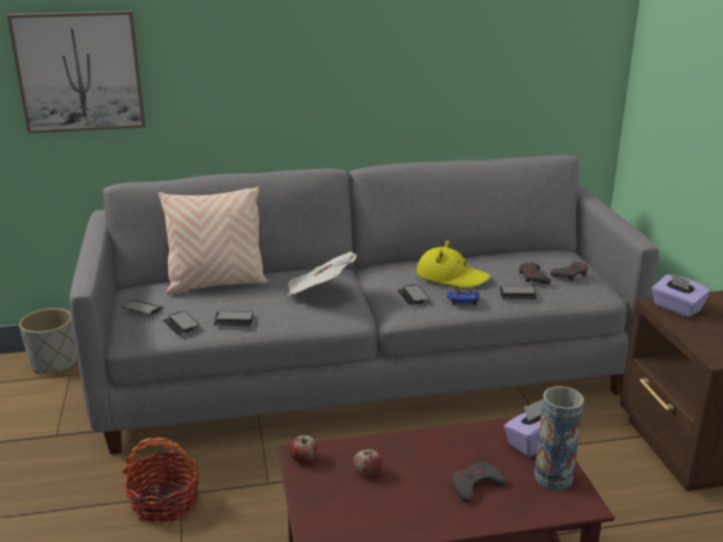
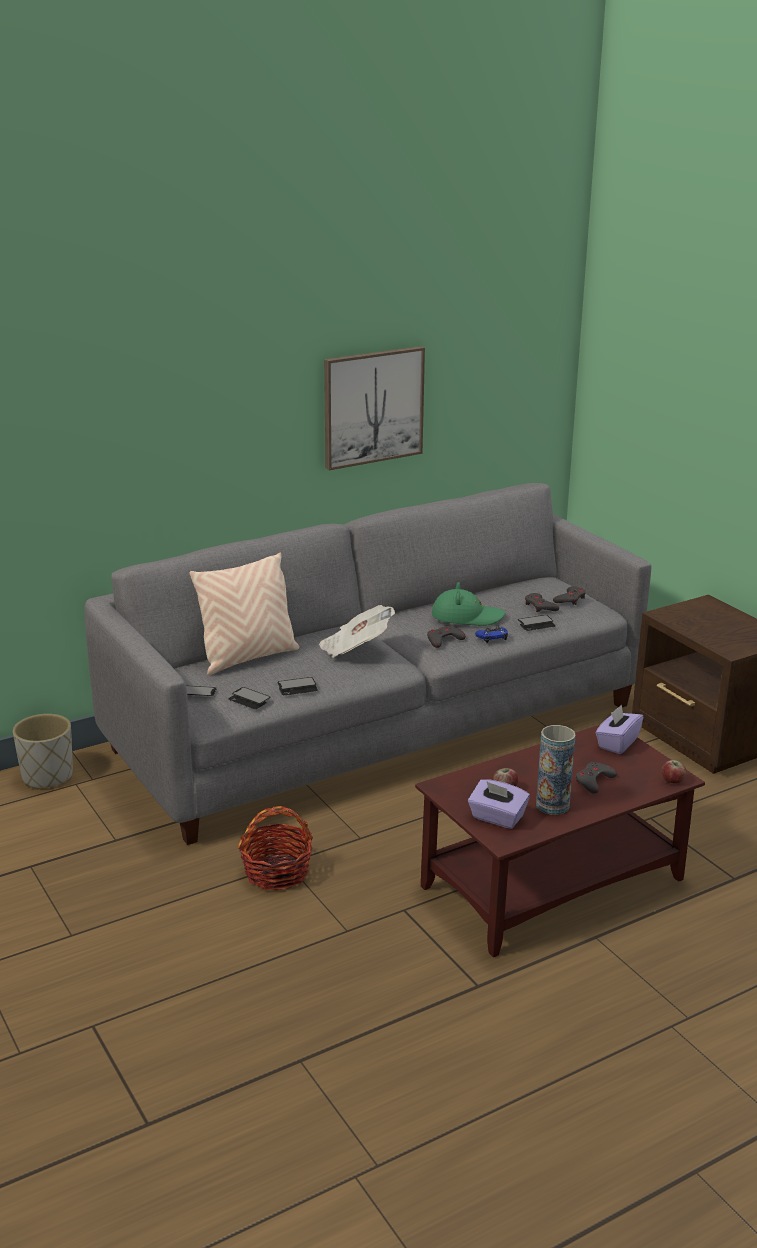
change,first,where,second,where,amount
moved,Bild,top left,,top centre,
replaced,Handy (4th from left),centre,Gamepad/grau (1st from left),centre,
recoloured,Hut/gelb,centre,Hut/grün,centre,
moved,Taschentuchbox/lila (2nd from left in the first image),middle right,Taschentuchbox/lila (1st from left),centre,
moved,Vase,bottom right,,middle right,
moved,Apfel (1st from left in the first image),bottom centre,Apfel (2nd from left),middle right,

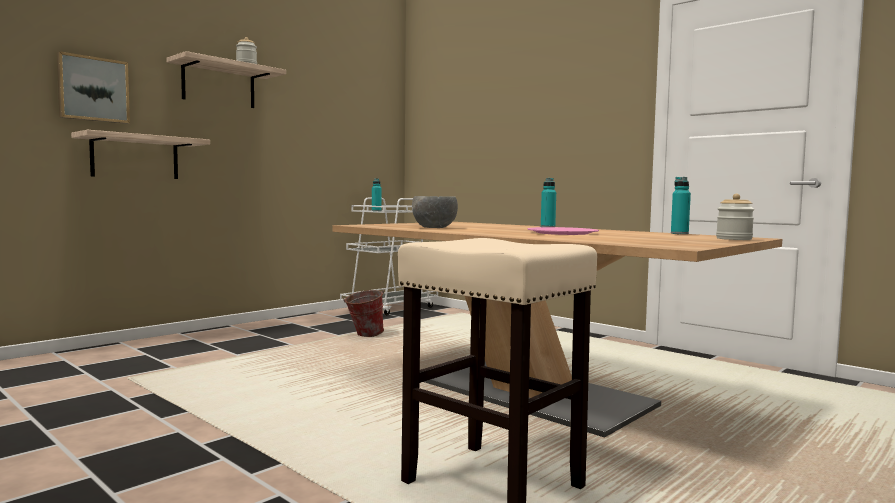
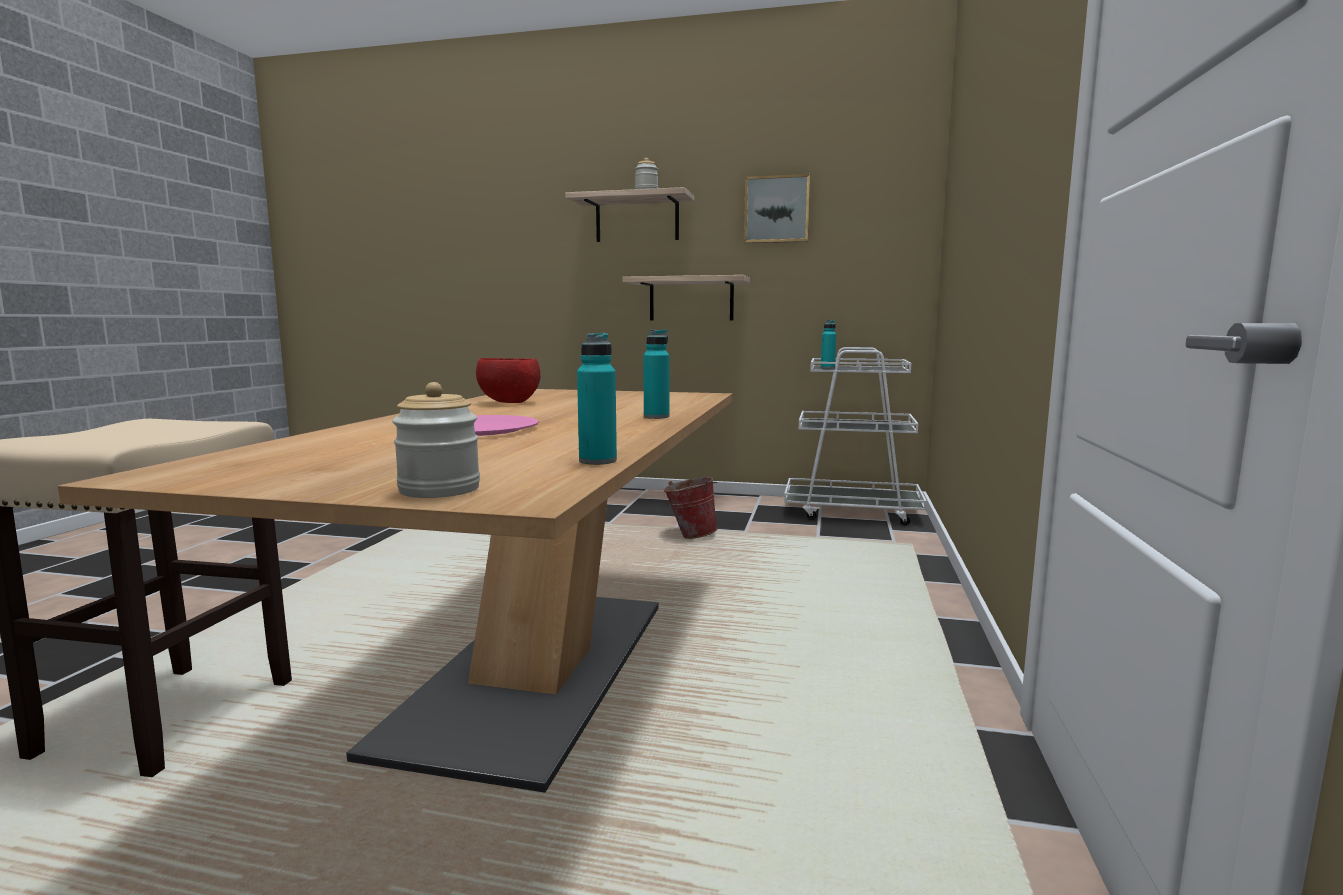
change,first,where,second,where,amount
recoloured,Schüssel/grau,centre,Schüssel/rot,centre,
moved,Wandregal (1st from left in the first image),top left,Wandregal (2nd from left),top centre,
moved,Bild,top left,,top centre,

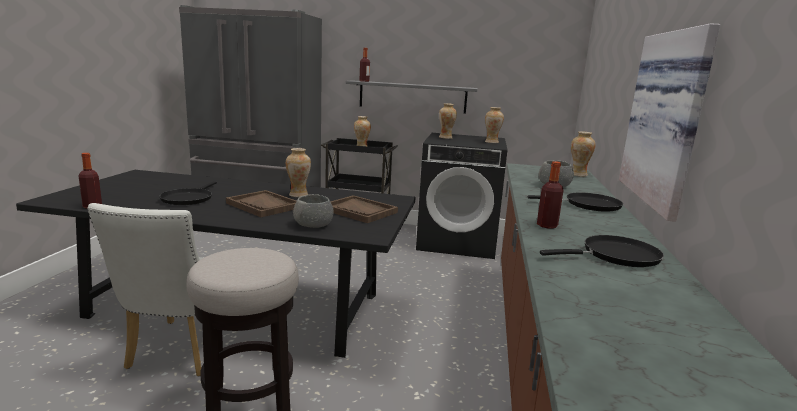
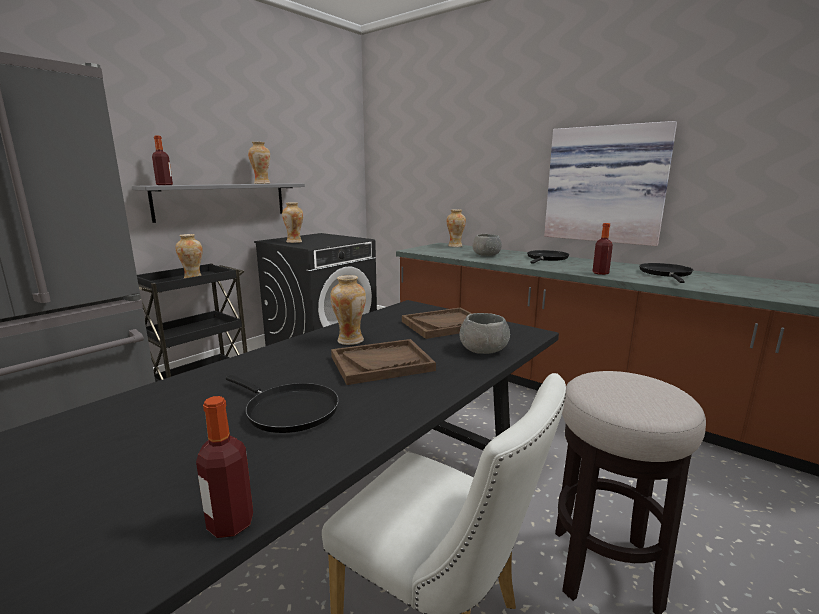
change,first,where,second,where,amount
moved,Vase (4th from left in the first image),top centre,Vase (2nd from left),top left,

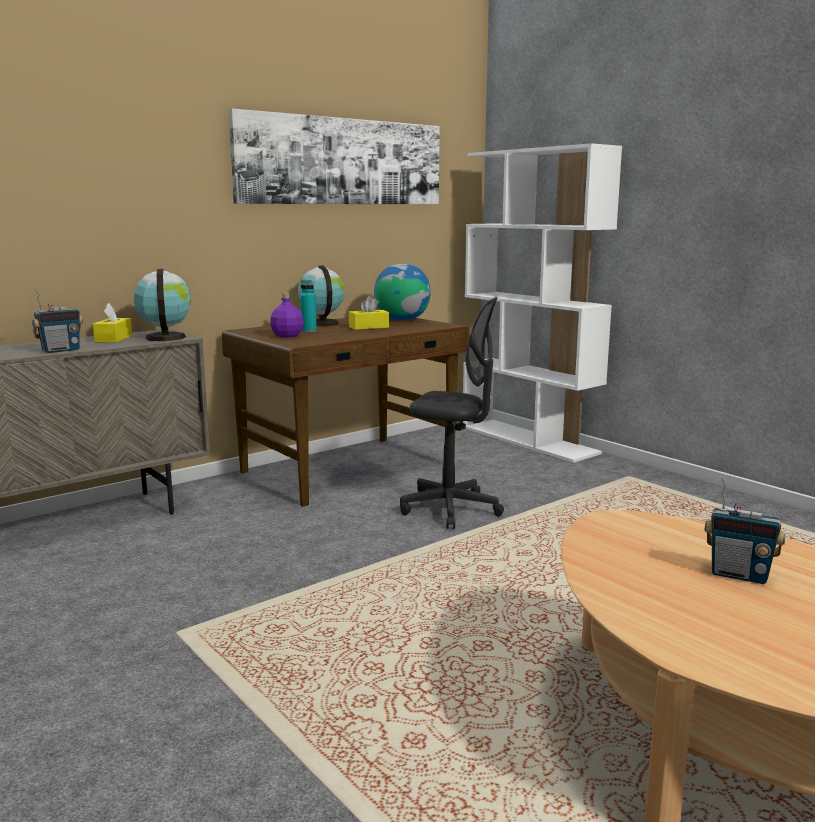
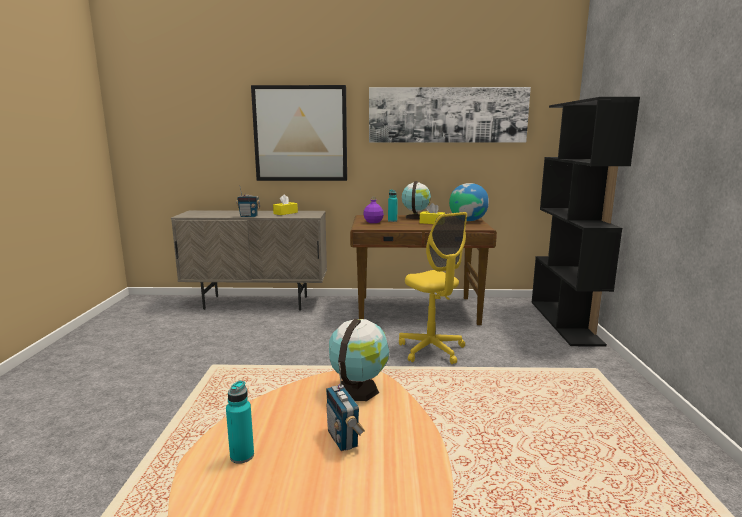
change,first,where,second,where,amount
added,,,Flasche/türkis (1st from left),bottom left,
added,,,Bild (1st from left),top centre,
moved,Globus (1st from left),middle left,,bottom centre,
recoloured,Bürostuhl/grau,centre,Bürostuhl/gelb,centre,
recoloured,Bücherregal/weiß,centre,Bücherregal/schwarz,middle right,

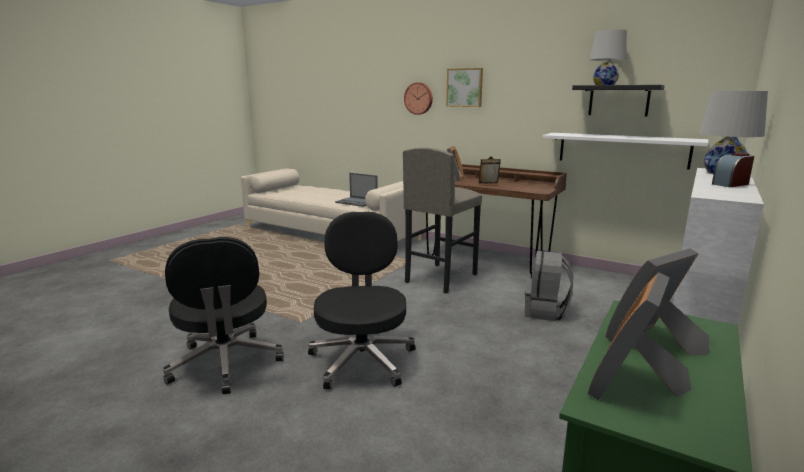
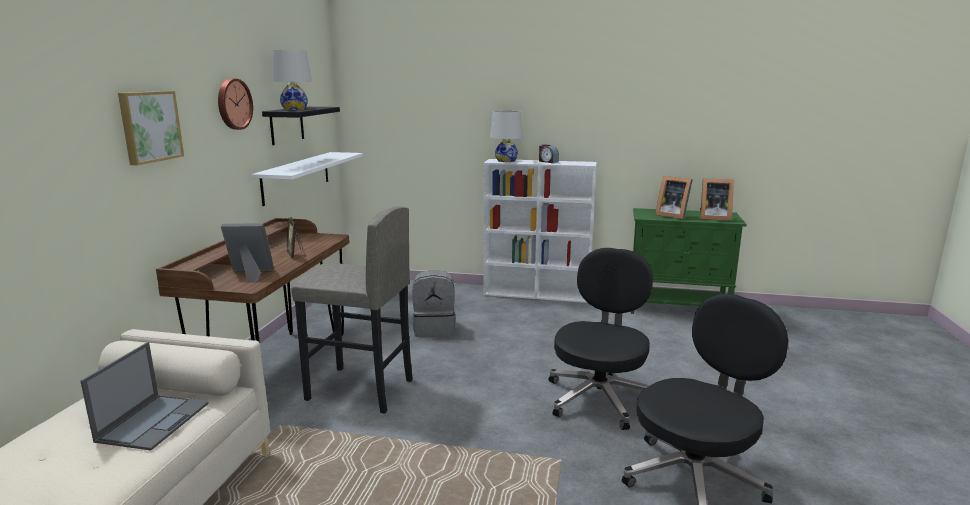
change,first,where,second,where,amount
moved,Wanduhr,top centre,,top left,
turned,Bürostuhl/schwarz (2nd from left in the first image),centre,Bürostuhl/schwarz (1st from left),bottom centre,135 degrees clockwise

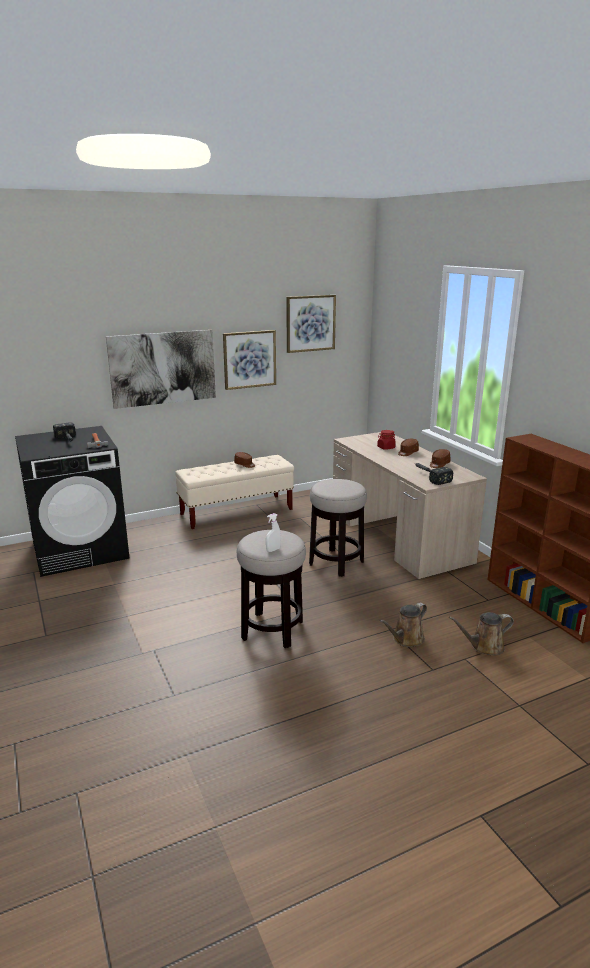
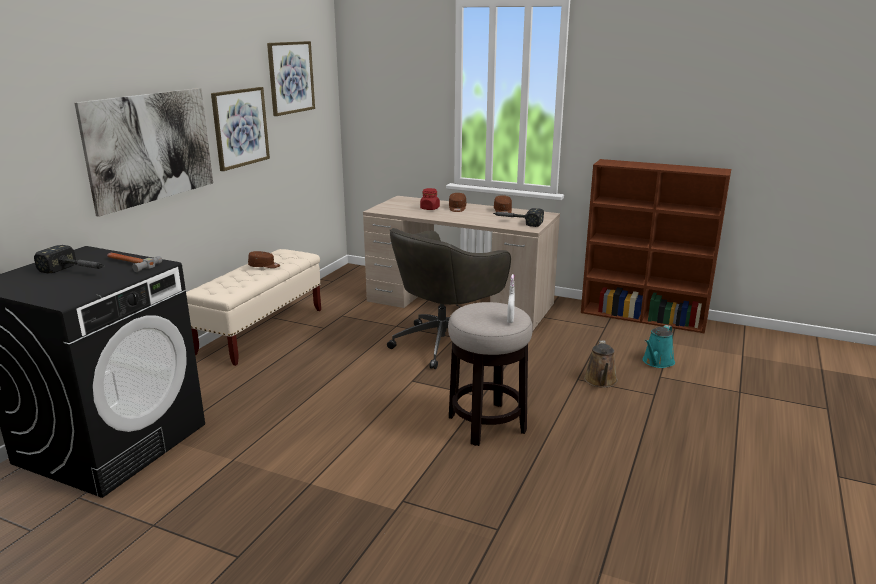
change,first,where,second,where,amount
replaced,Hocker (2nd from left),centre,Bürostuhl/grau,centre,
recoloured,Gießkanne/braun (2nd from left),middle right,Gießkanne/türkis,middle right,

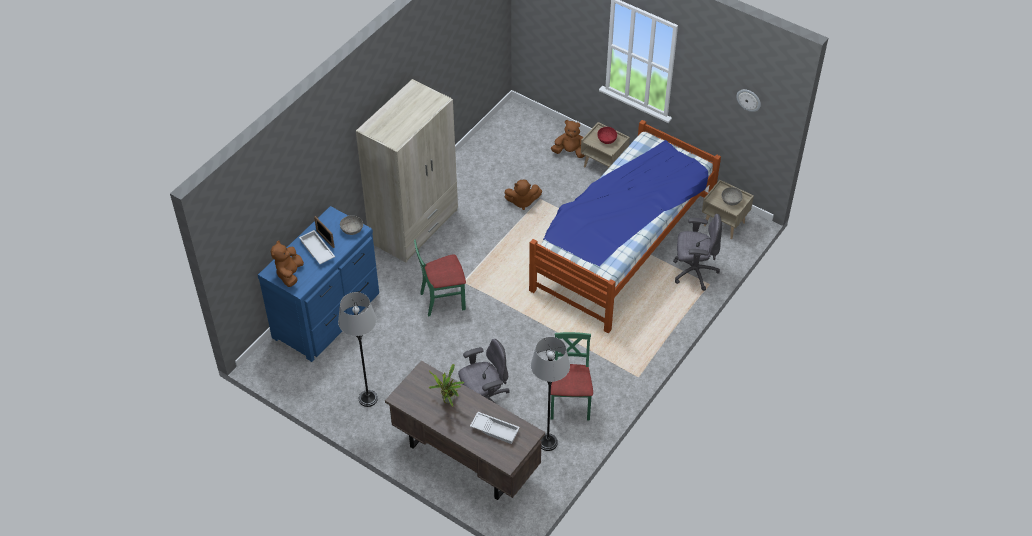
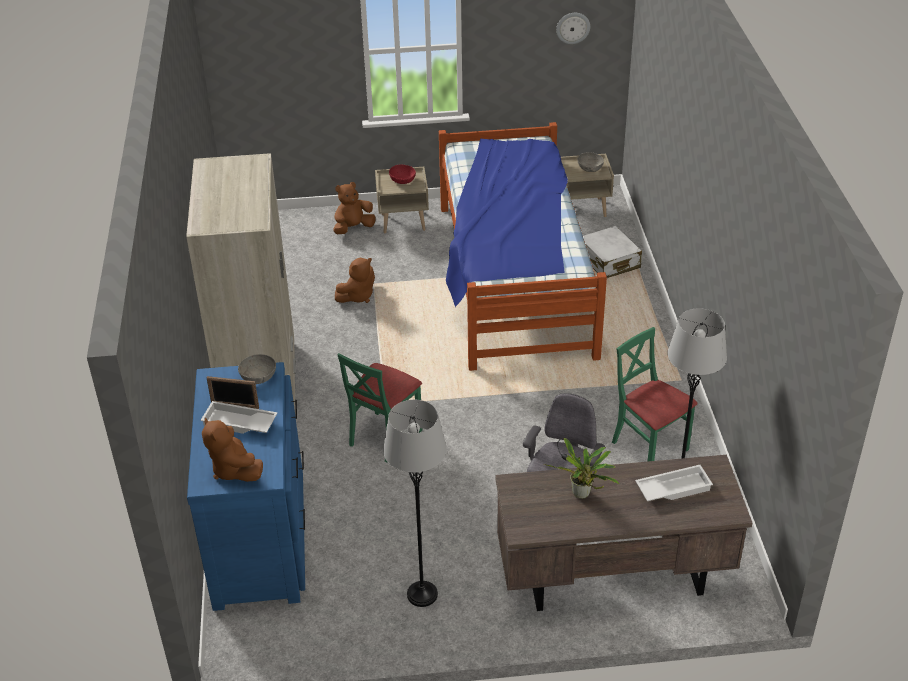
change,first,where,second,where,amount
replaced,Bürostuhl/grau (2nd from left),middle right,Koffer/weiß,middle right,

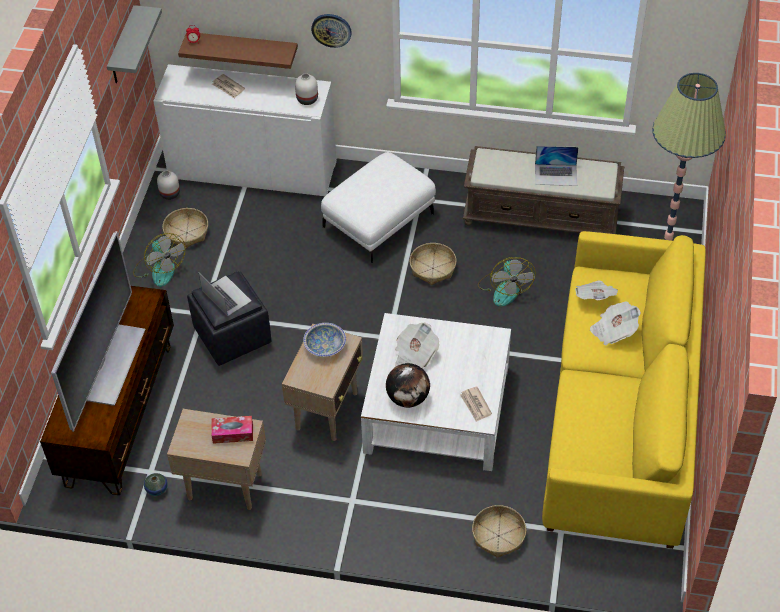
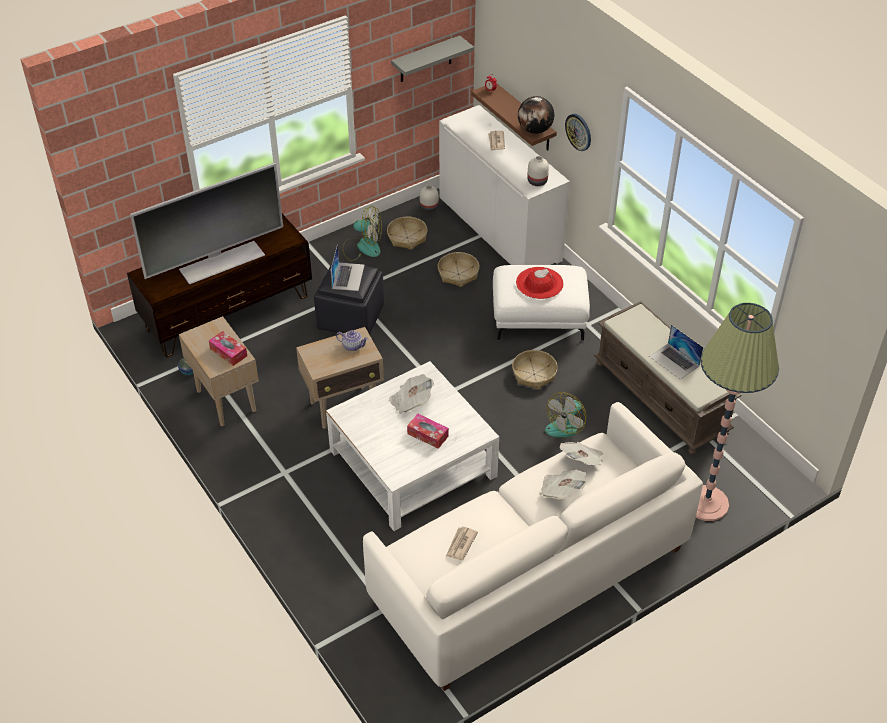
change,first,where,second,where,amount
replaced,Schüssel,centre,Teekanne,centre,
turned,Ventilator (1st from left),middle left,,top centre,90 degrees counterclockwise
recoloured,Sofa/gelb,middle right,Sofa/weiß,bottom centre,
added,,,Taschentuchbox (2nd from left),centre,
moved,Korb (3rd from left in the first image),bottom centre,Korb (2nd from left),centre,
moved,Zeitung (3rd from left in the first image),centre,Zeitung (2nd from left),bottom centre,
added,,,Hut/rot,centre,
moved,Globus,centre,,top centre,

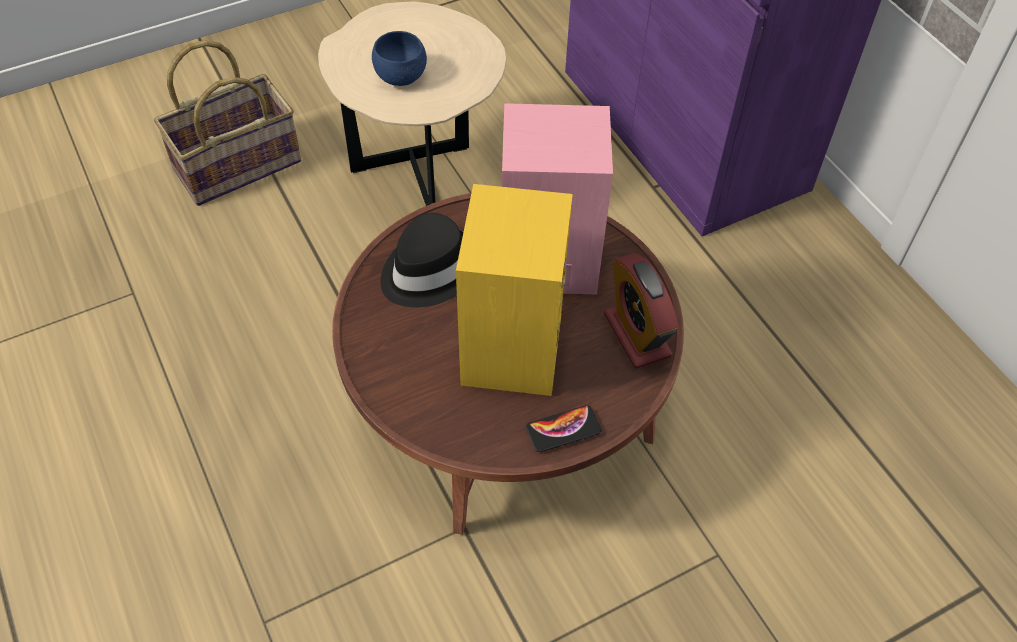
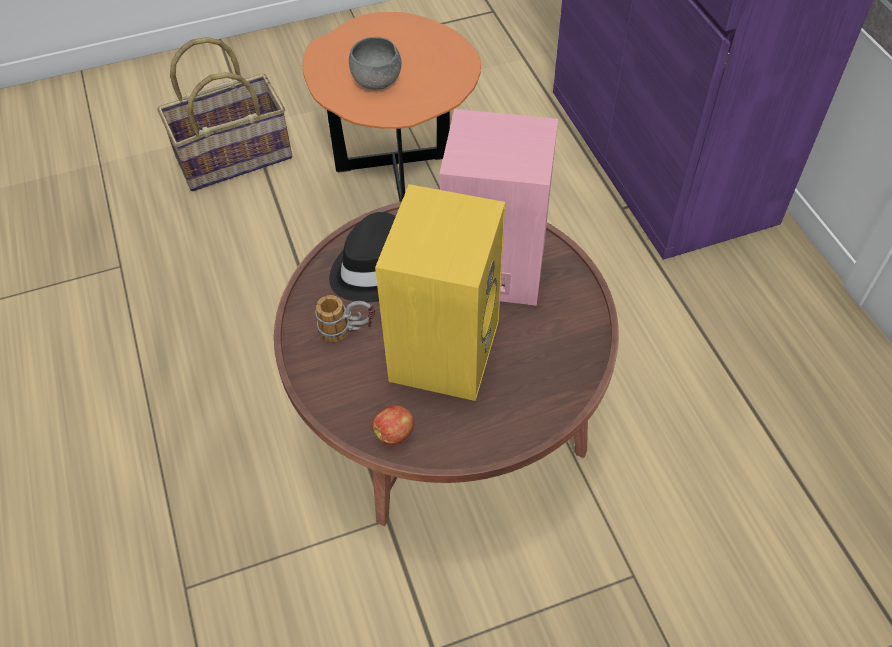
change,first,where,second,where,amount
recoloured,Beistelltisch/beige,top centre,Beistelltisch/orange,top centre,
added,,,Henkelbecher,centre,
recoloured,Schüssel/blau,top centre,Schüssel/grau,top centre,
added,,,Apfel,centre,
removed,Handy,bottom centre,,,
removed,Wecker,centre,,,

